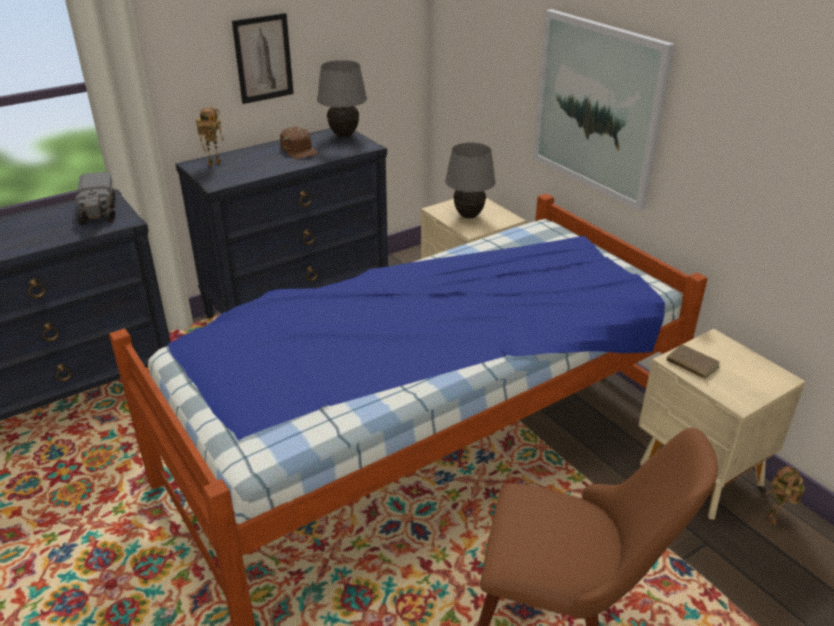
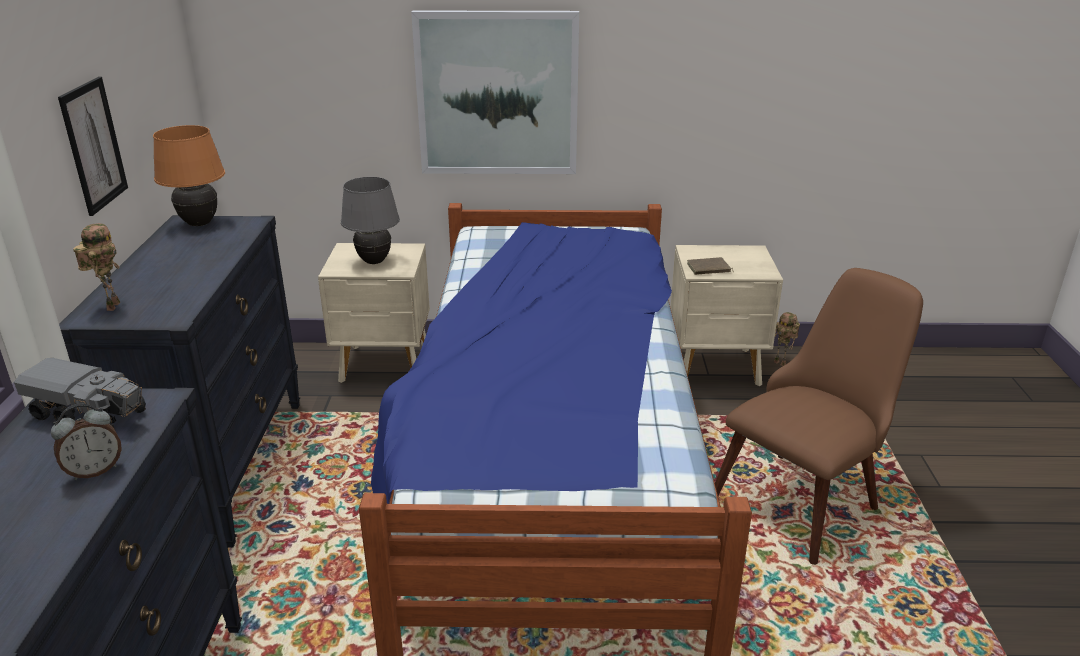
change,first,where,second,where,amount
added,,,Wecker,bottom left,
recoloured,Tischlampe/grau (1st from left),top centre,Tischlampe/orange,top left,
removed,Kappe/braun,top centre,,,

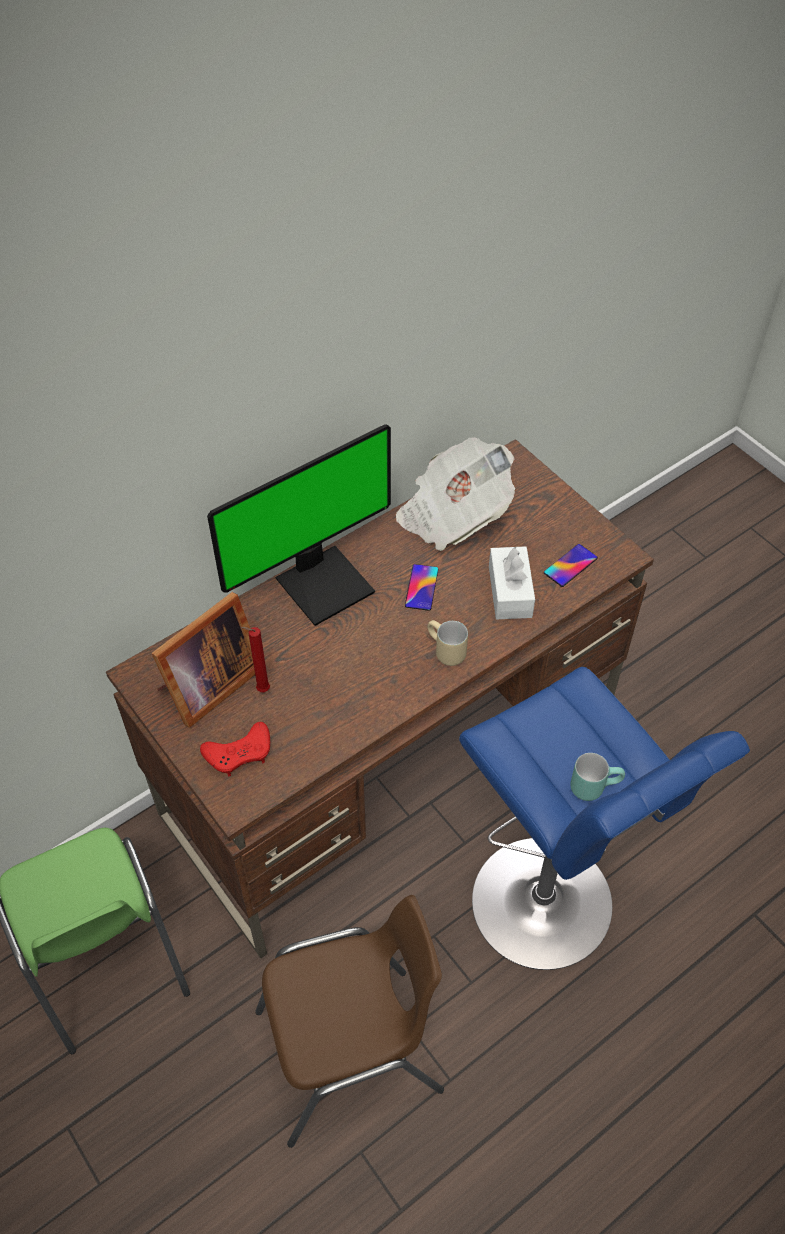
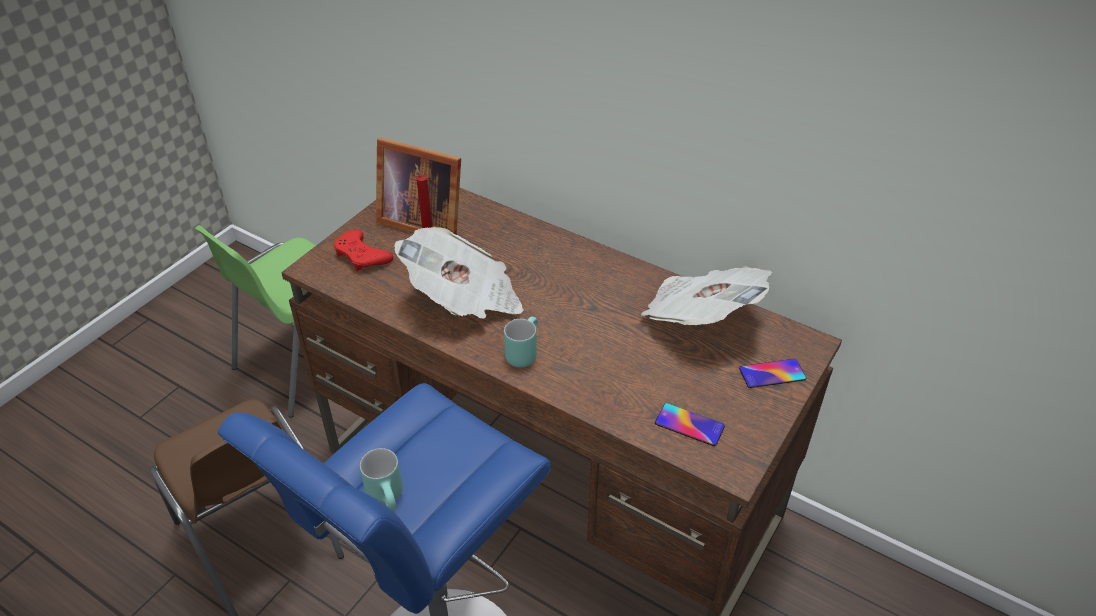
change,first,where,second,where,amount
added,,,Zeitung (1st from left),centre,
recoloured,Henkelbecher/beige,centre,Henkelbecher/türkis (2nd from left),centre,
moved,Handy (1st from left in the first image),centre,Handy (2nd from left),middle right,
removed,Monitor,centre,,,
removed,Taschentuchbox/weiß,centre,,,

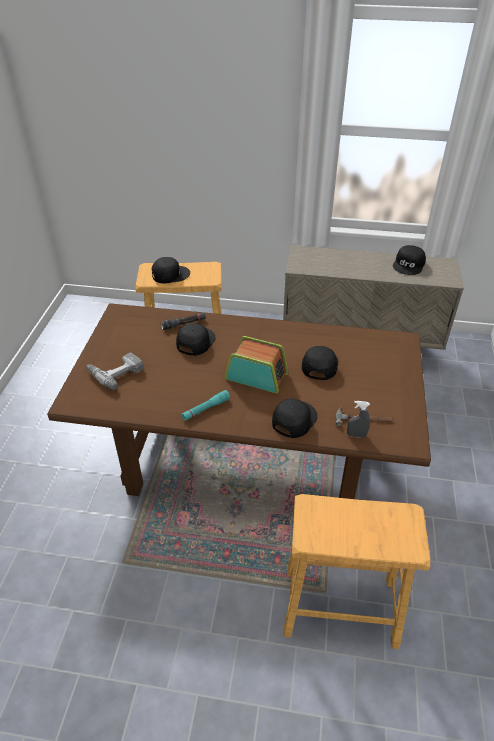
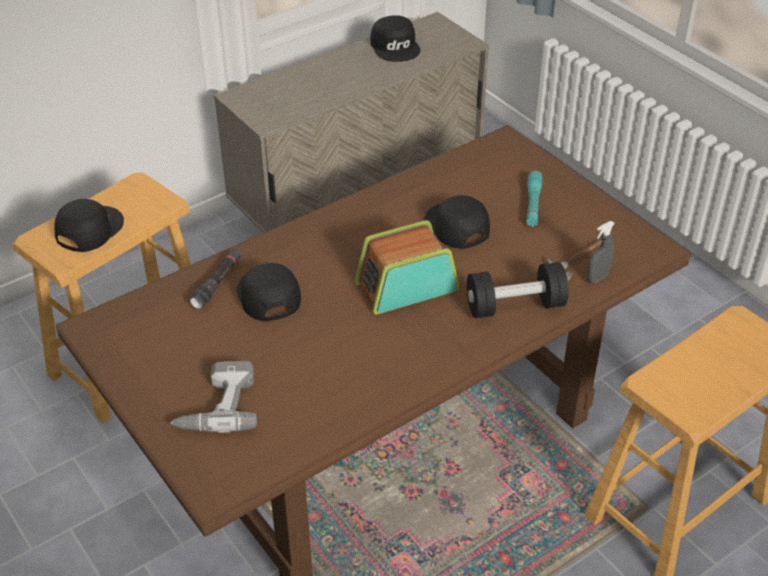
change,first,where,second,where,amount
replaced,Kappe/schwarz (3rd from left),centre,Hantel/schwarz,middle right,
moved,Taschenlampe/türkis,centre,,middle right,

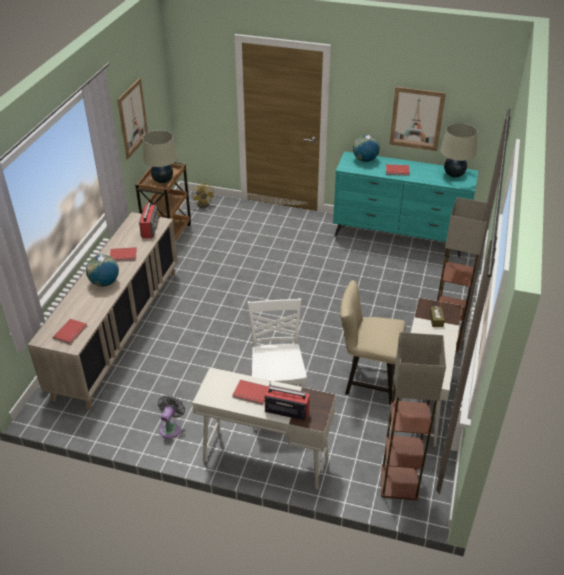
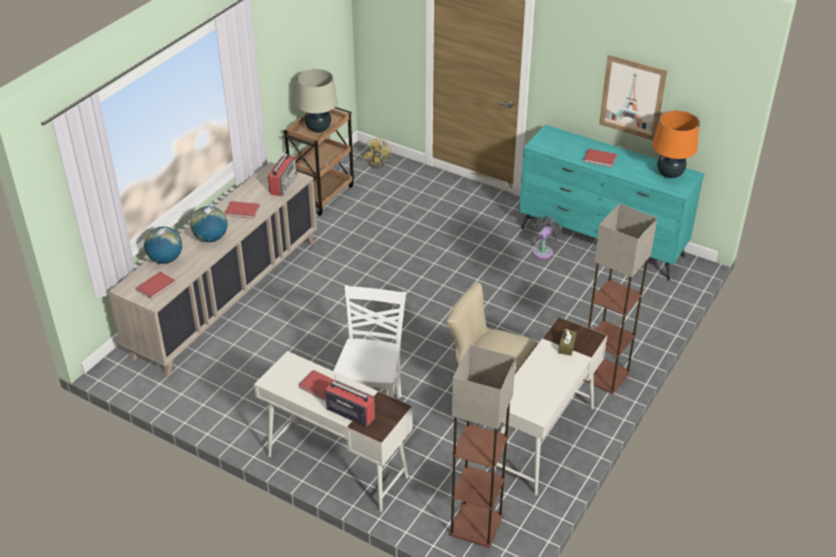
change,first,where,second,where,amount
moved,Globus (2nd from left in the first image),top centre,Globus (1st from left),middle left,
moved,Ventilator/grau,bottom left,,centre,
recoloured,Tischlampe/beige (2nd from left),top right,Tischlampe/orange,top right,
removed,Bild (1st from left),top left,,,

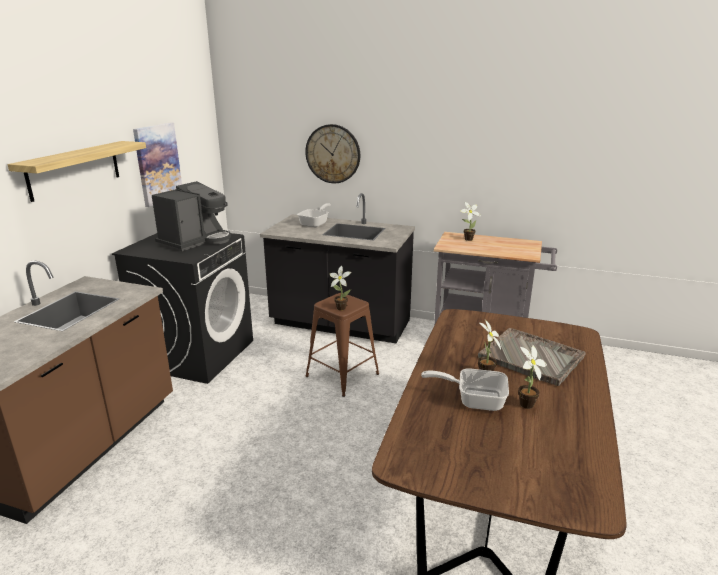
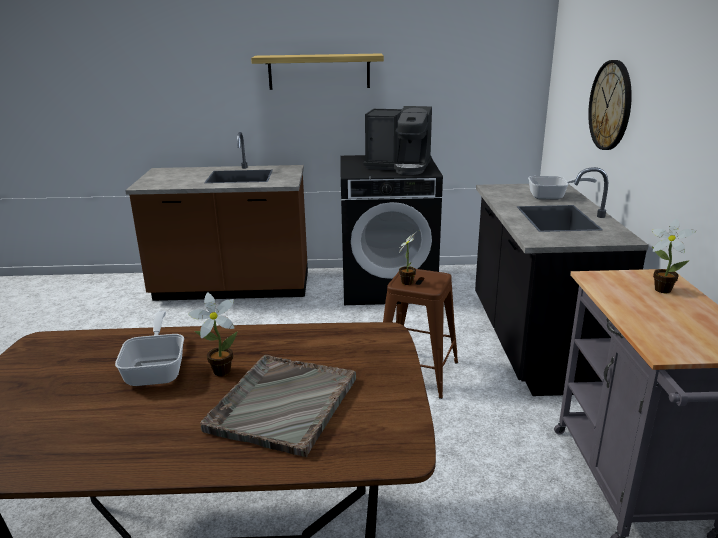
change,first,where,second,where,amount
removed,Bild,top left,,,
removed,Topfpflanze (4th from left),middle right,,,

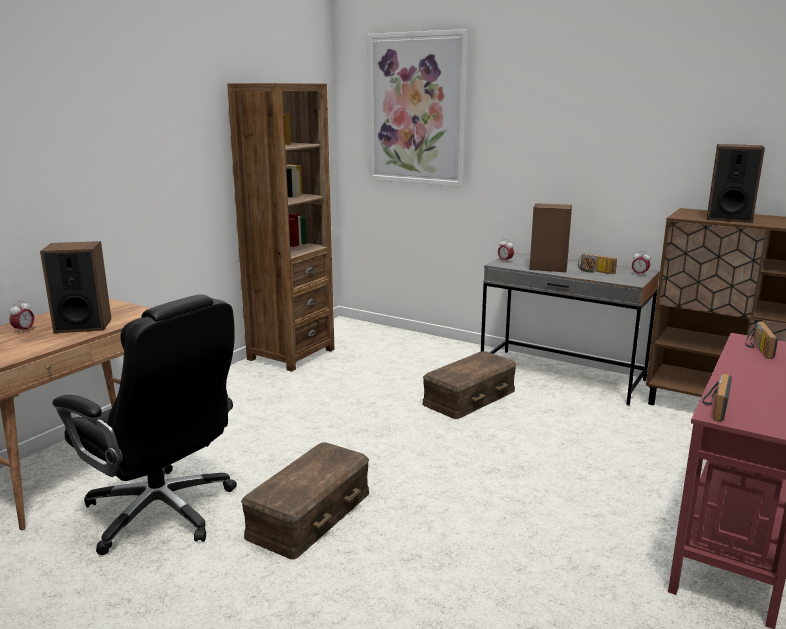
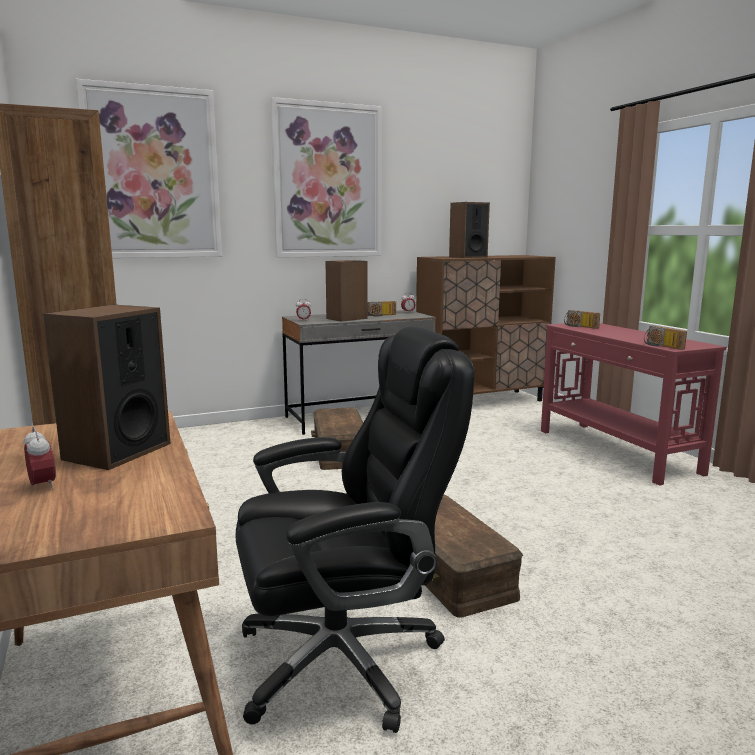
change,first,where,second,where,amount
added,,,Bild (2nd from left),top centre,

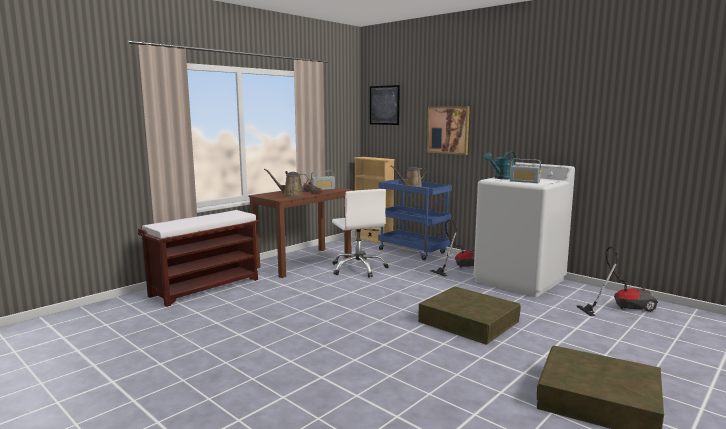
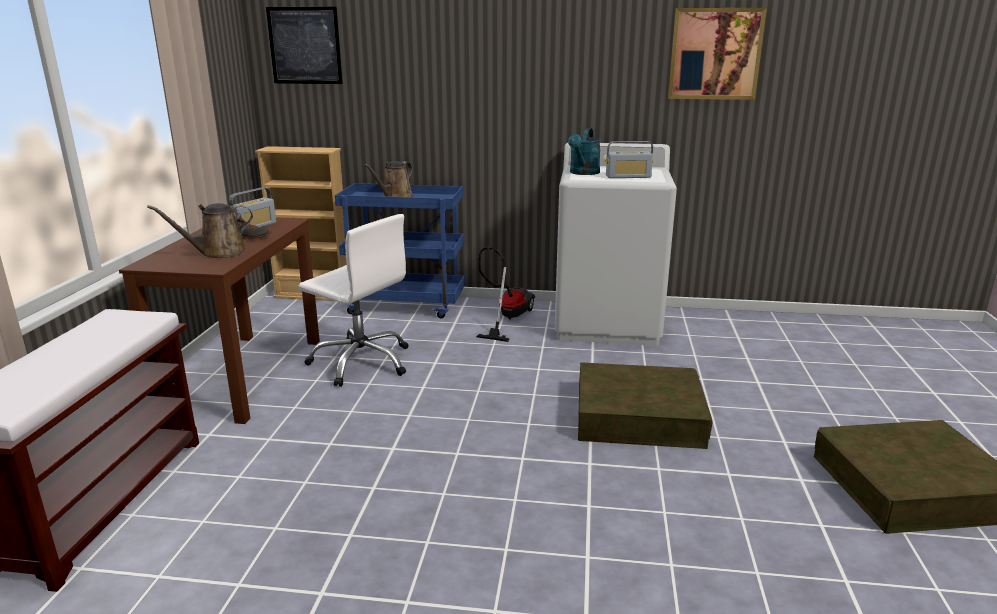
change,first,where,second,where,amount
moved,Bild (2nd from left),top centre,,top right,
removed,Staubsauger (2nd from left),middle right,,,

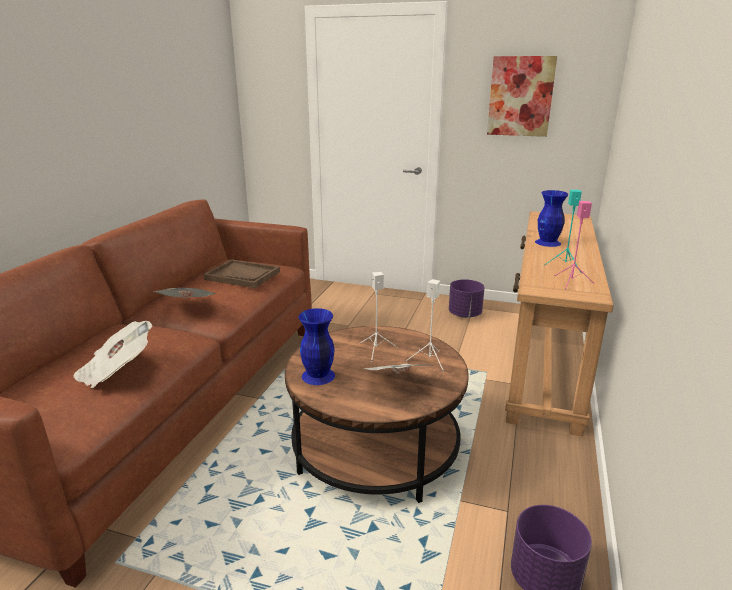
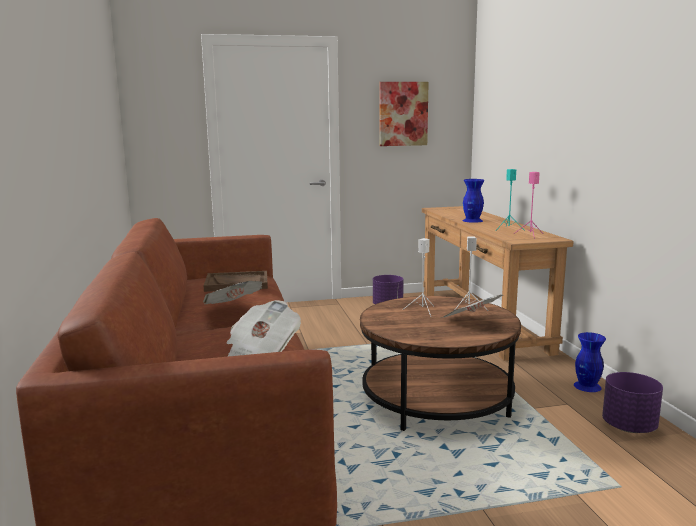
change,first,where,second,where,amount
moved,Vase/blau (1st from left in the first image),centre,Vase/blau (2nd from left),bottom right,

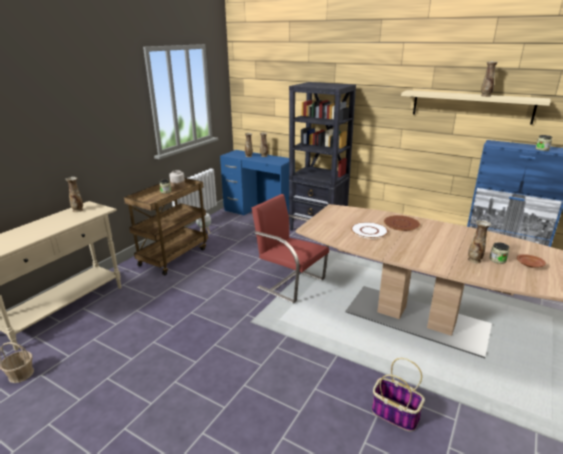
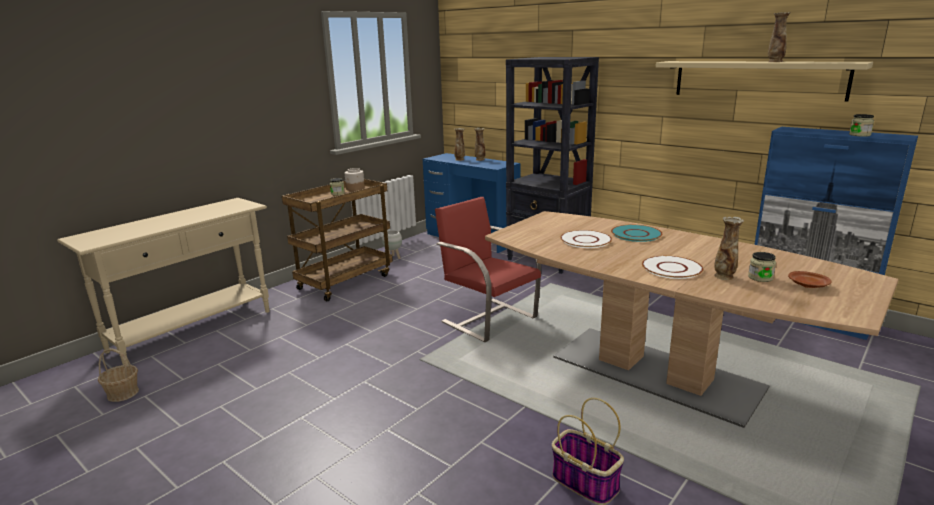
change,first,where,second,where,amount
recoloured,Teller/braun (1st from left),middle right,Teller/türkis,middle right,
added,,,Teller/weiß (2nd from left),middle right,
removed,Vase (1st from left),middle left,,,

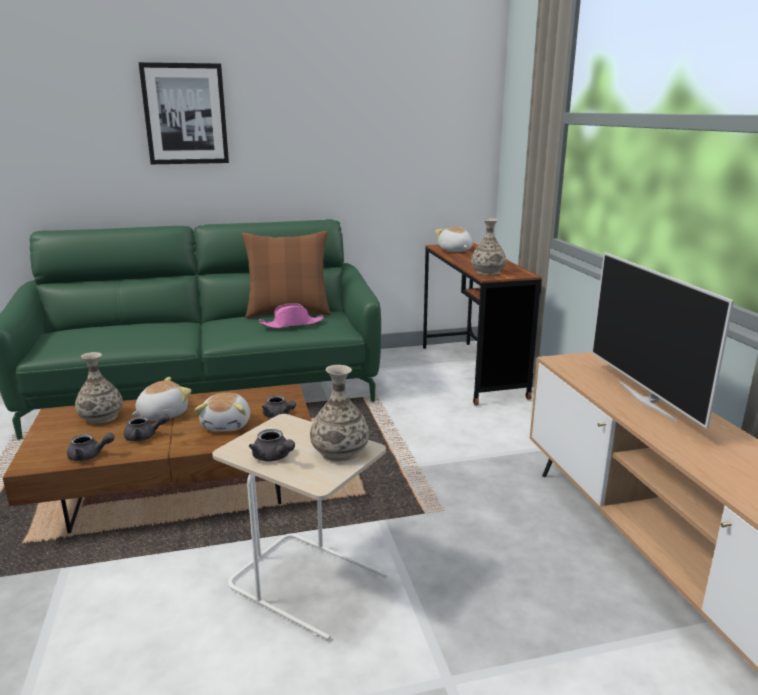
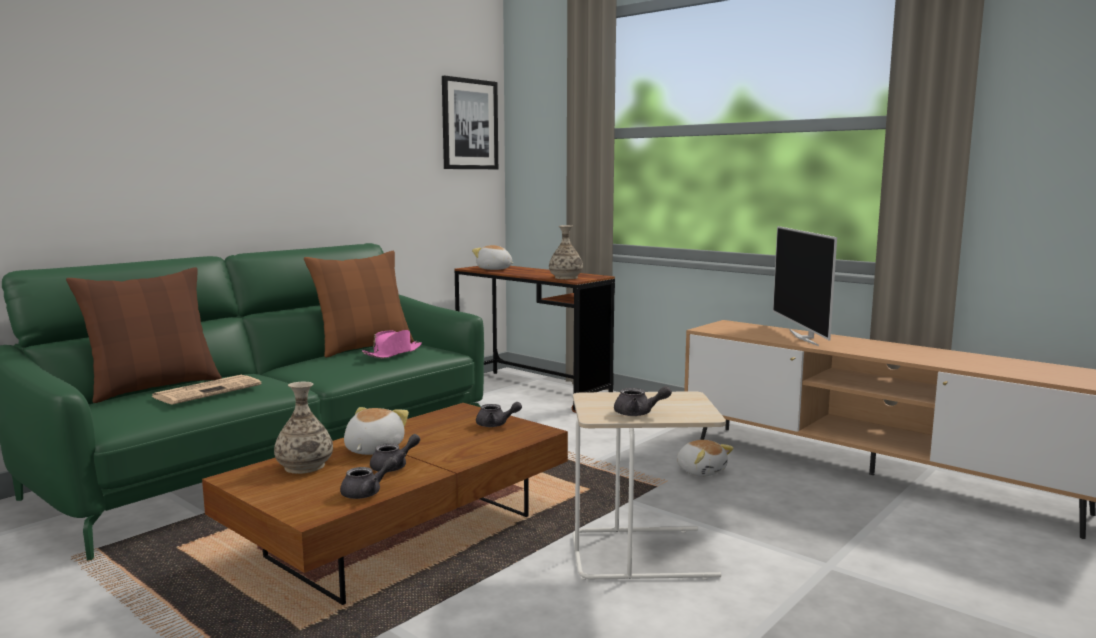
change,first,where,second,where,amount
added,,,Kissen/braun (1st from left),middle left,
added,,,Zeitung,middle left,
moved,Bild,top left,,top centre,
moved,Plüschtier (2nd from left in the first image),middle left,Plüschtier (3rd from left),bottom centre,
turned,Fernseher,middle right,,middle right,45 degrees clockwise
removed,Vase (2nd from left),centre,,,

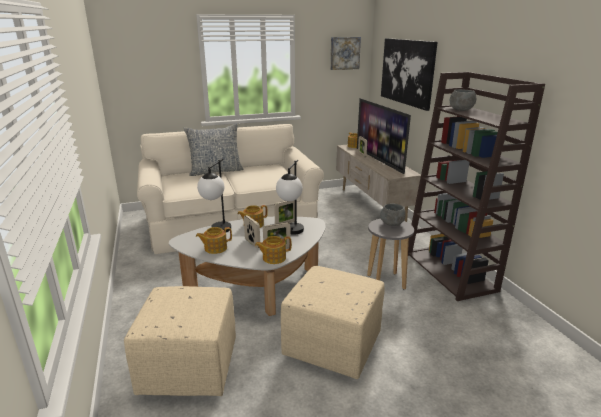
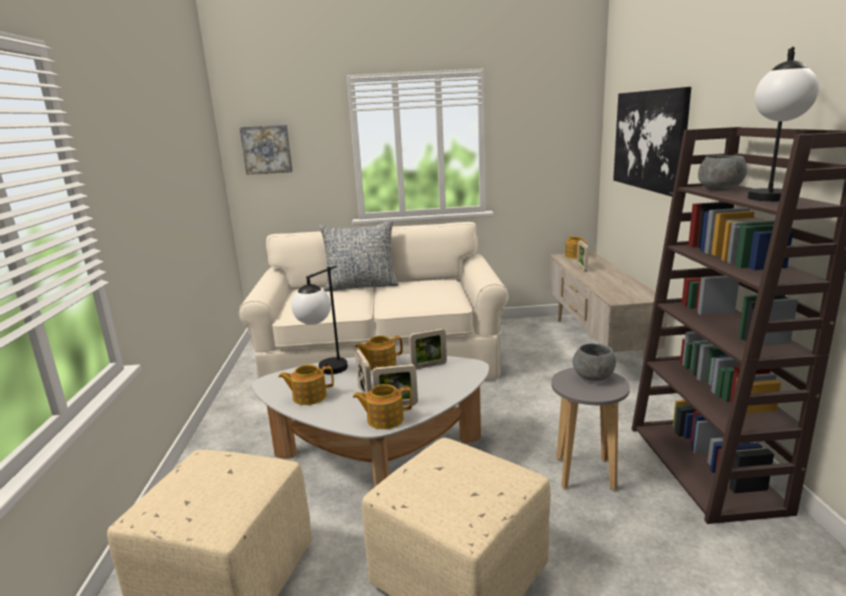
change,first,where,second,where,amount
moved,Bild (1st from left),top centre,,top left,
moved,Tischlampe (2nd from left),centre,,top right,
removed,Fernseher,top centre,,,

